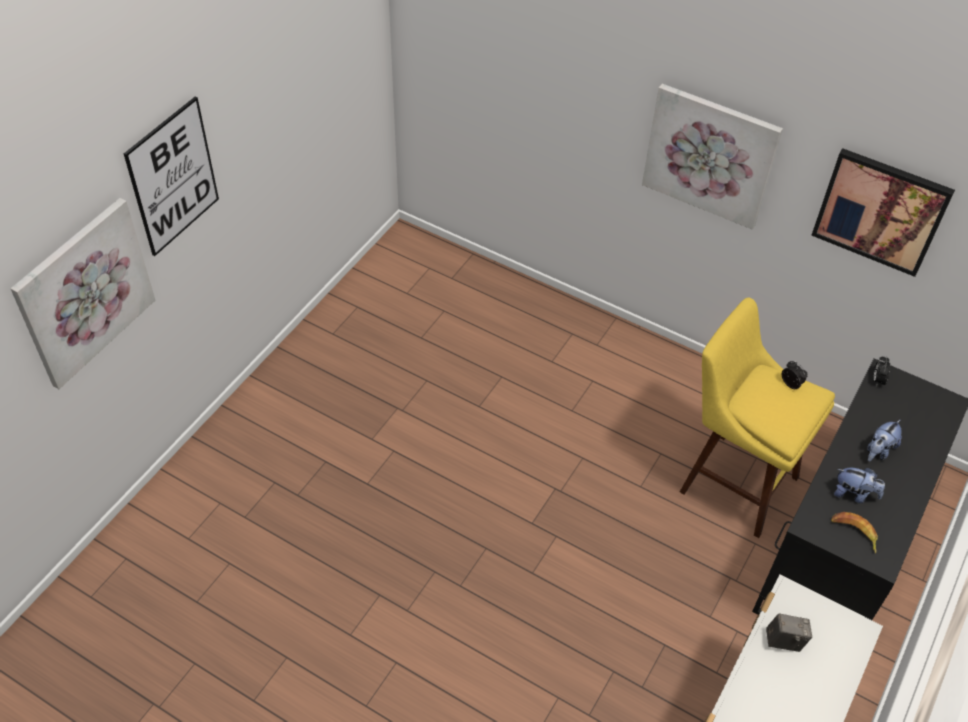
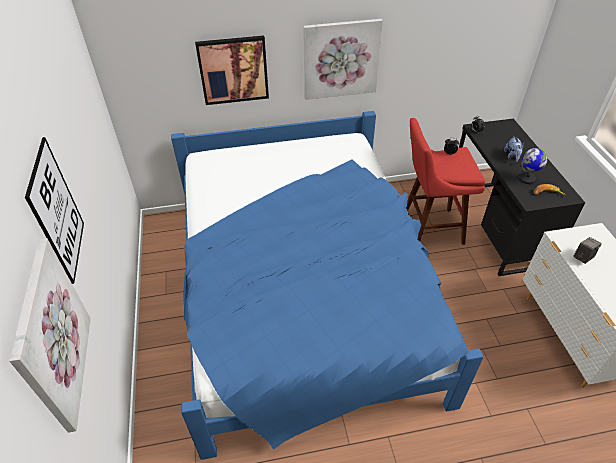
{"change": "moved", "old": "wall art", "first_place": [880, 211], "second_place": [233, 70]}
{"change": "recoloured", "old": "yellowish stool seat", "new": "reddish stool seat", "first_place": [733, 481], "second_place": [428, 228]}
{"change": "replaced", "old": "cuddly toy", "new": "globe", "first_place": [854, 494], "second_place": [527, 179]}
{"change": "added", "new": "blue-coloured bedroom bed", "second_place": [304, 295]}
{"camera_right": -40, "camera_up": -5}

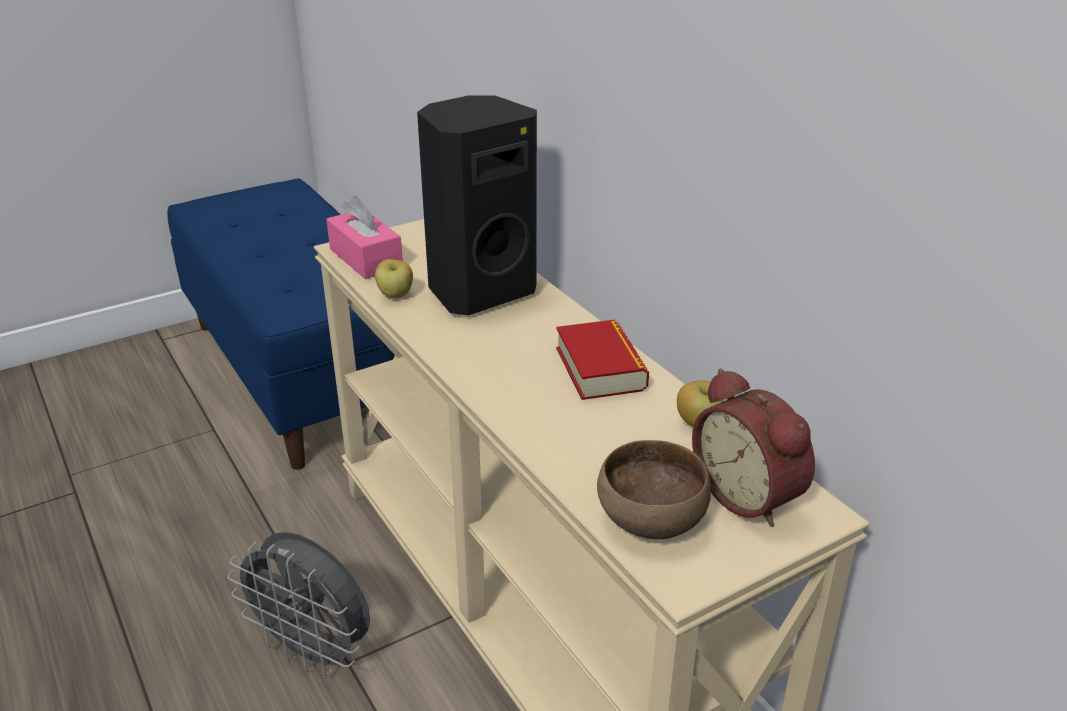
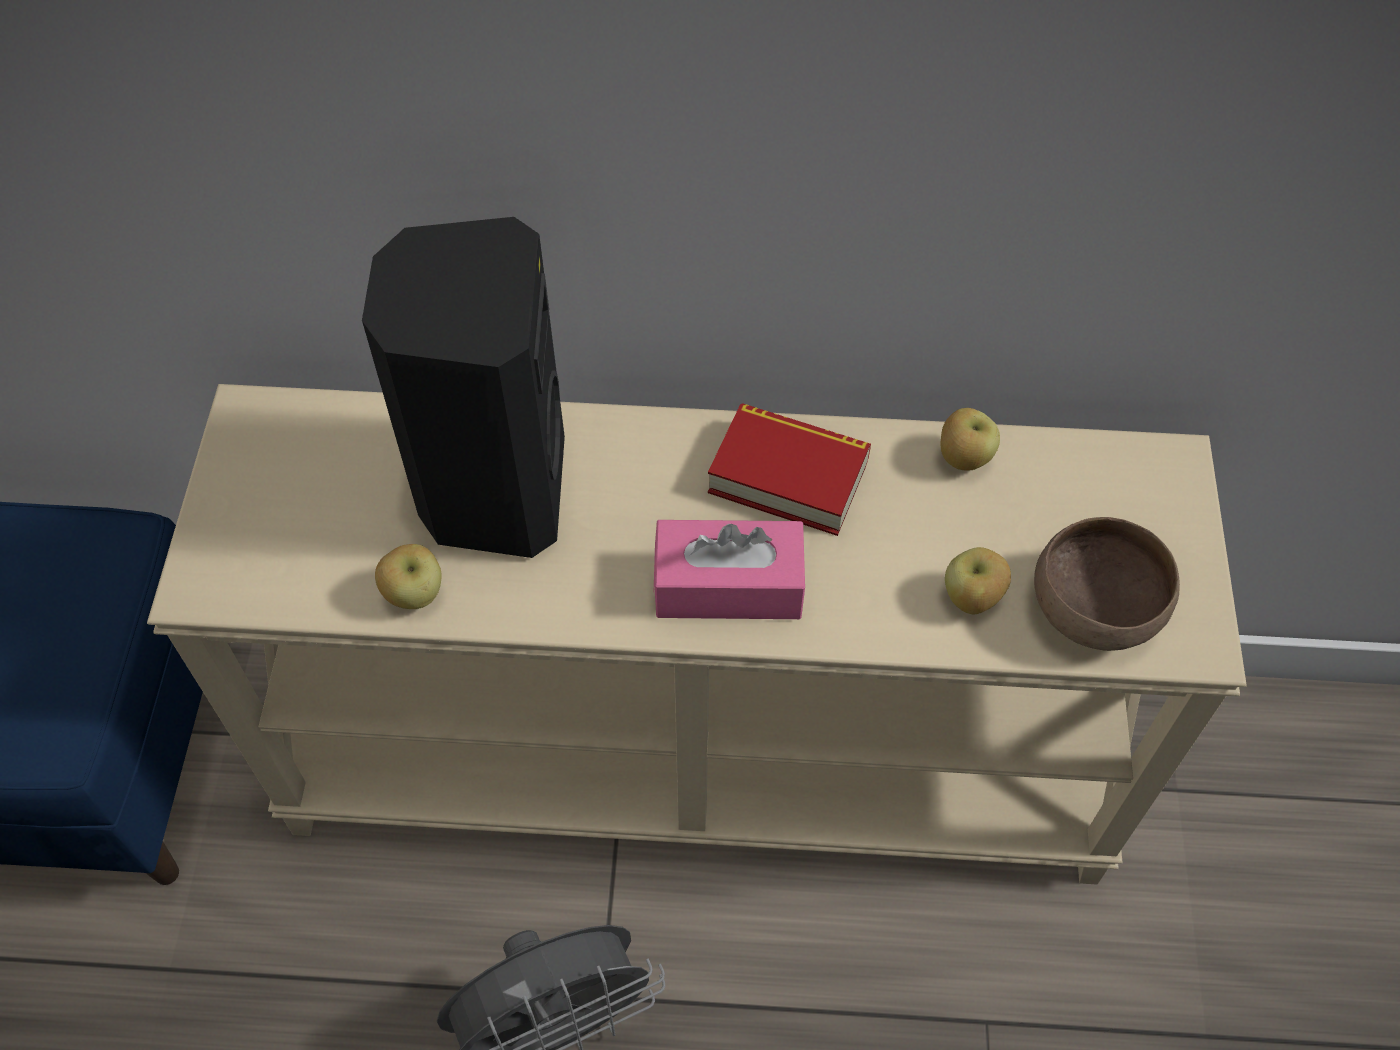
{"change": "moved", "old": "pink box of tissues", "first_place": [366, 258], "second_place": [728, 585]}
{"change": "removed", "old": "alarm clock", "first_place": [750, 495]}
{"change": "added", "new": "apple", "second_place": [971, 599]}
{"camera_right": -55, "camera_up": 25}

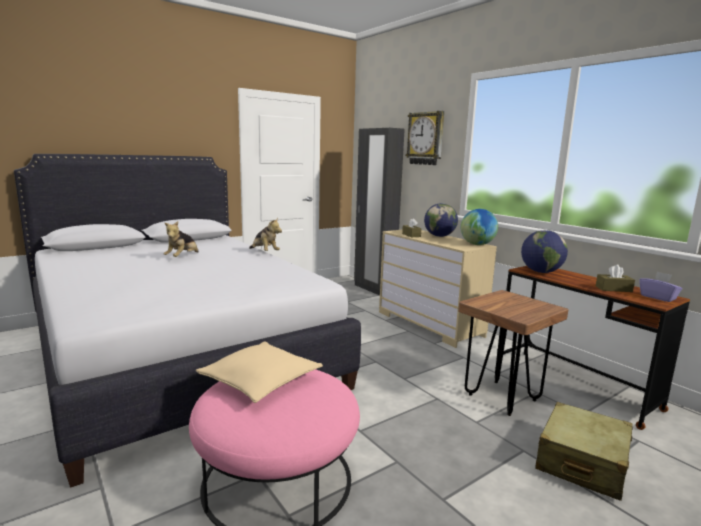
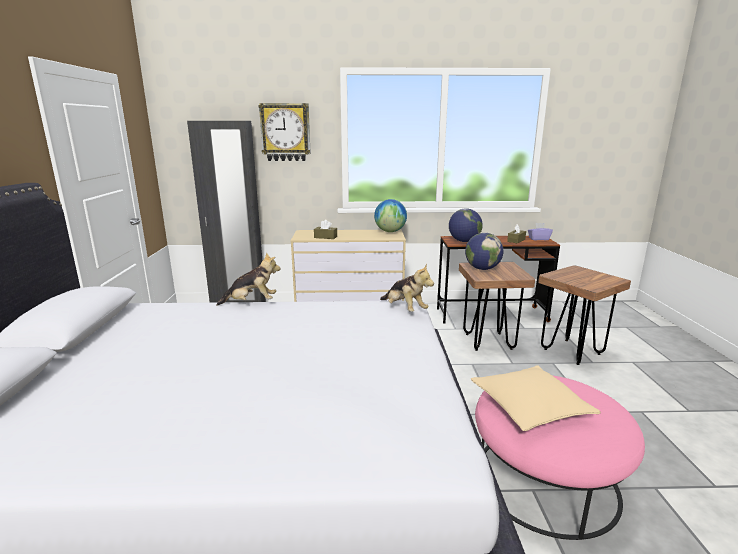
{"change": "moved", "old": "globe", "first_place": [439, 236], "second_place": [482, 269]}
{"change": "moved", "old": "cuddly toy", "first_place": [182, 257], "second_place": [404, 309]}
{"change": "replaced", "old": "beige travel case", "new": "brownish stool seat", "first_place": [582, 462], "second_place": [572, 352]}
{"camera_right": -55, "camera_up": 5}

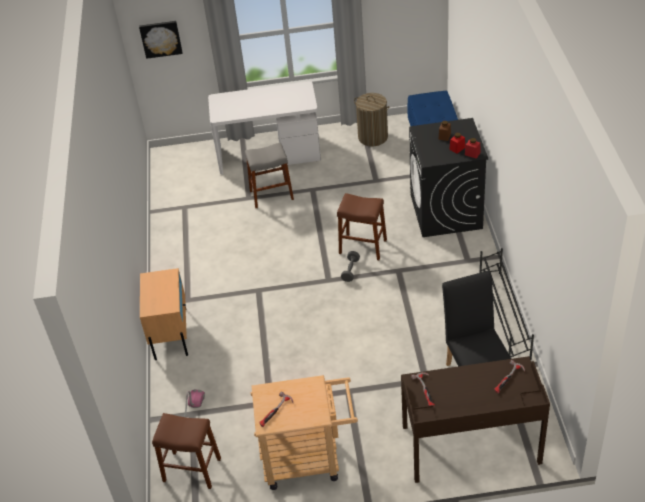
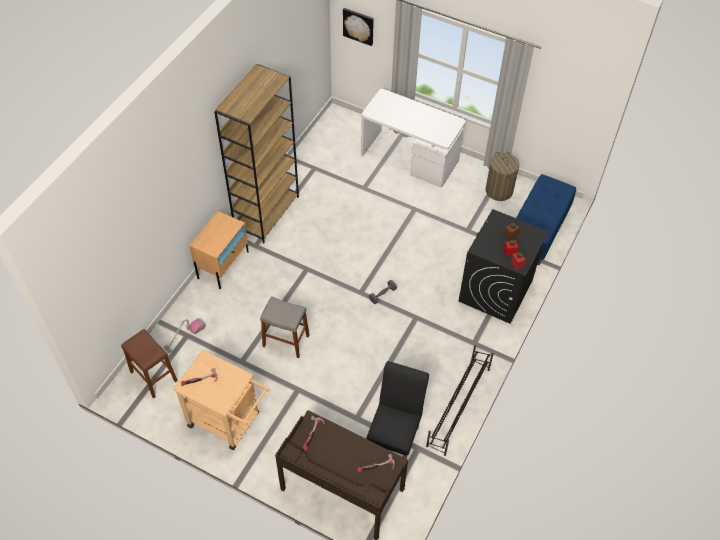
{"change": "moved", "old": "greyish stool seat", "first_place": [271, 195], "second_place": [286, 341]}
{"change": "removed", "old": "brownish stool seat", "first_place": [363, 247]}
{"change": "added", "new": "brownish bookcase", "second_place": [266, 212]}
{"camera_right": 30, "camera_up": 10}

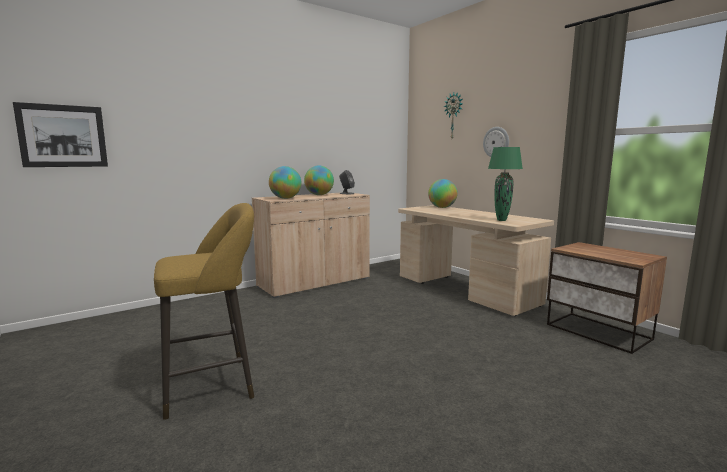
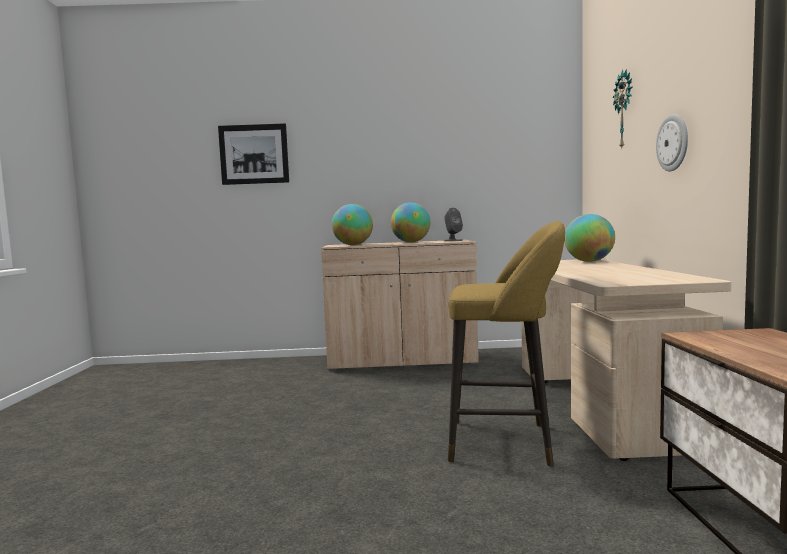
{"change": "moved", "old": "wall art", "first_place": [63, 136], "second_place": [254, 154]}
{"change": "removed", "old": "green table lamp", "first_place": [502, 220]}
{"change": "moved", "old": "yellowish stool seat", "first_place": [214, 385], "second_place": [506, 442]}
{"camera_right": 35, "camera_up": -5}

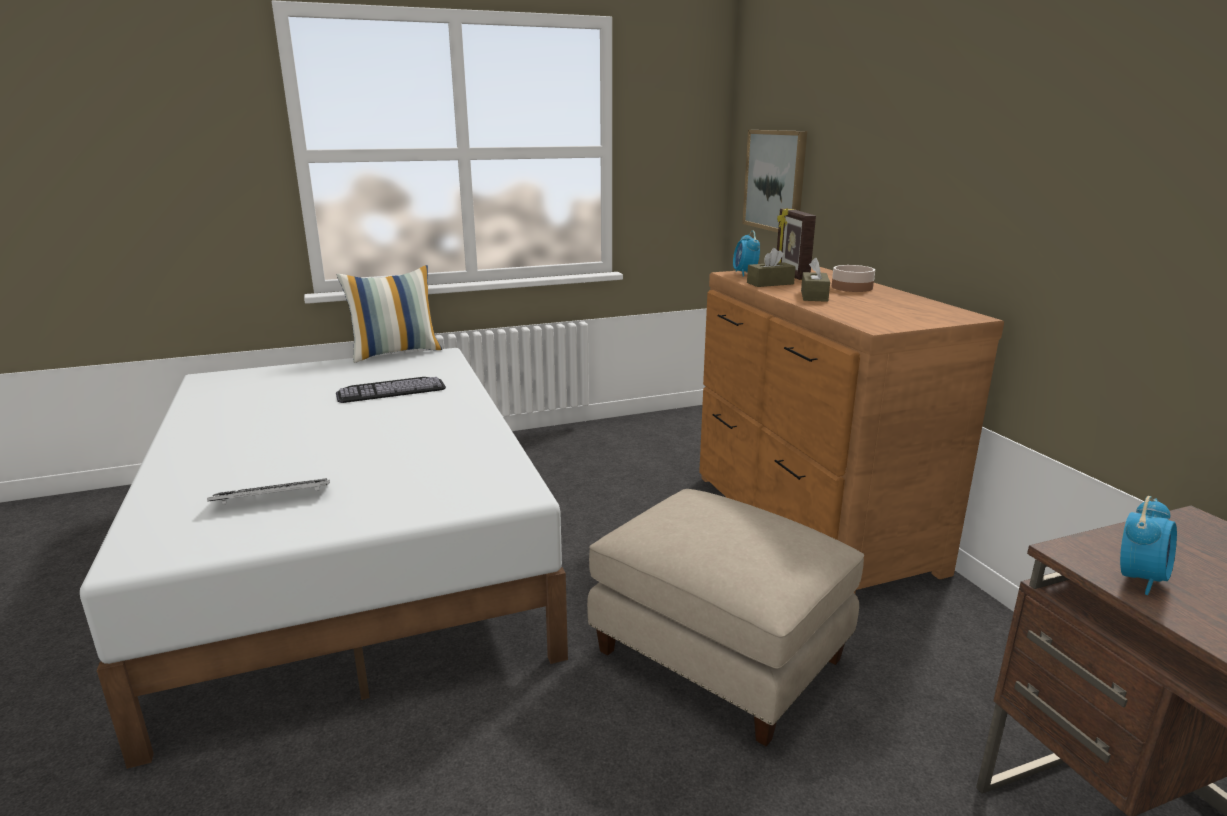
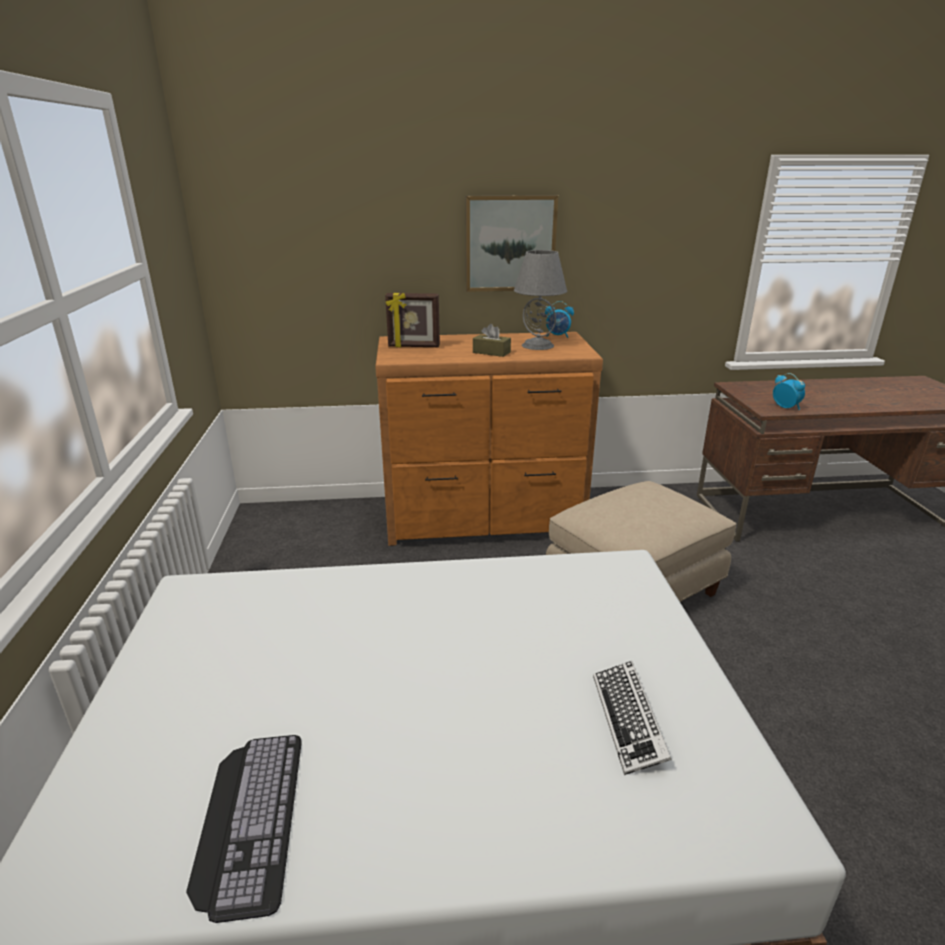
{"change": "moved", "old": "wall art", "first_place": [775, 180], "second_place": [510, 244]}
{"change": "moved", "old": "alarm clock", "first_place": [745, 274], "second_place": [557, 336]}
{"change": "removed", "old": "brownish box of tissues", "first_place": [770, 283]}
{"change": "removed", "old": "cushion", "first_place": [395, 352]}
{"change": "removed", "old": "serving bowl", "first_place": [851, 287]}
{"change": "moved", "old": "PC keyboard", "first_place": [391, 389], "second_place": [247, 817]}
{"change": "added", "new": "greyish table lamp", "second_place": [537, 345]}
{"camera_right": -75, "camera_up": 5}

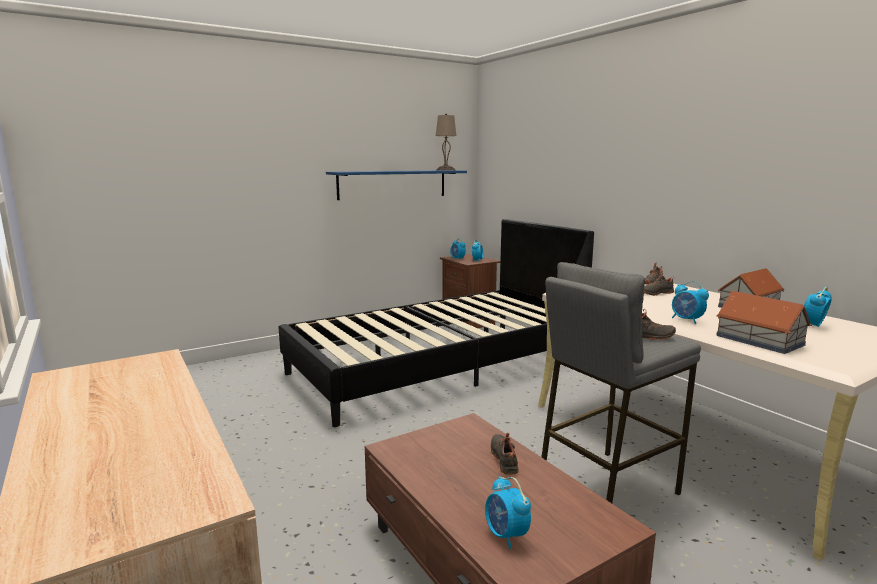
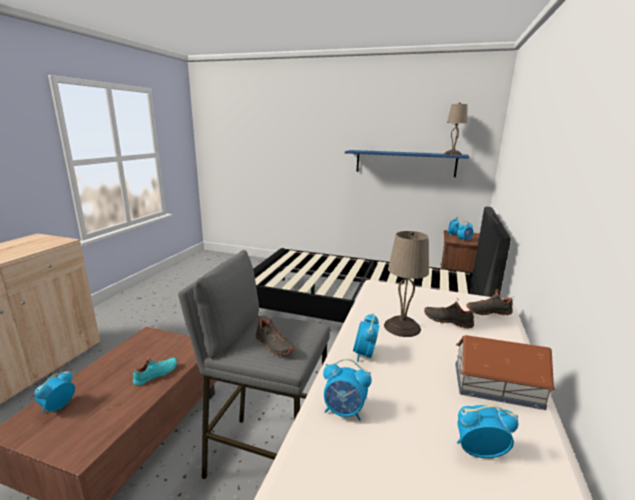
{"change": "replaced", "old": "toy house", "new": "alarm clock", "first_place": [759, 340], "second_place": [344, 411]}
{"change": "recoloured", "old": "blackish item of footwear", "new": "turquoise item of footwear", "first_place": [505, 459], "second_place": [156, 375]}
{"change": "added", "new": "beige table lamp", "second_place": [401, 327]}
{"camera_right": 50, "camera_up": 5}

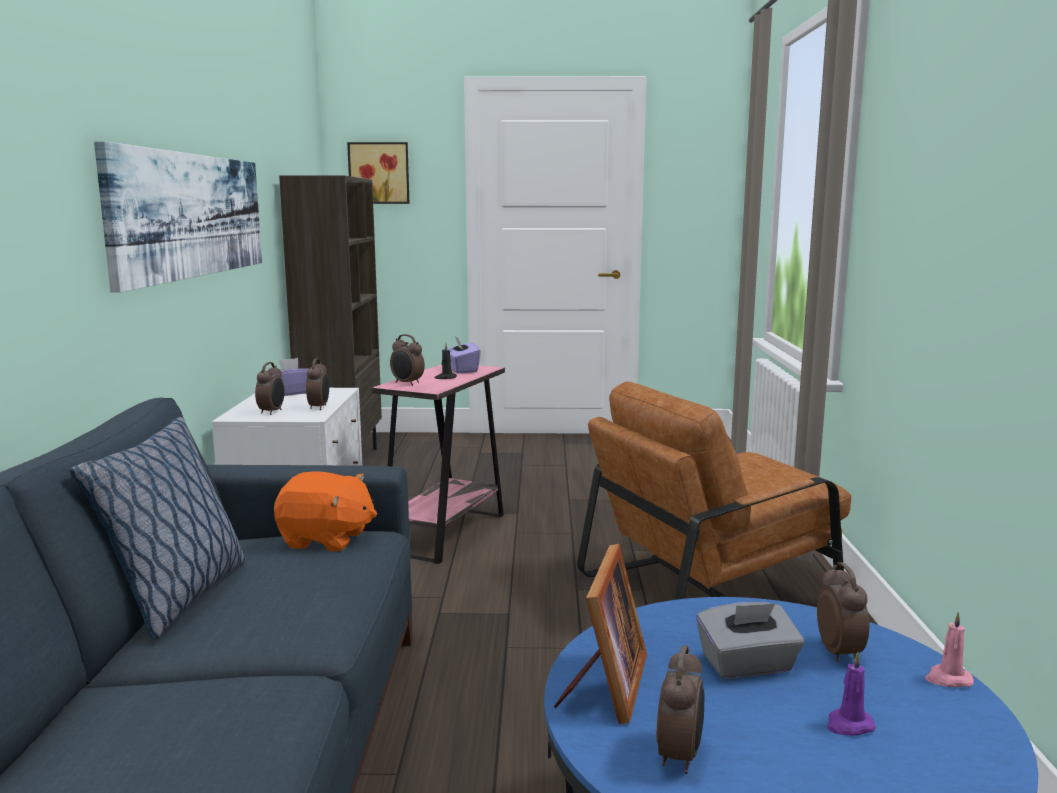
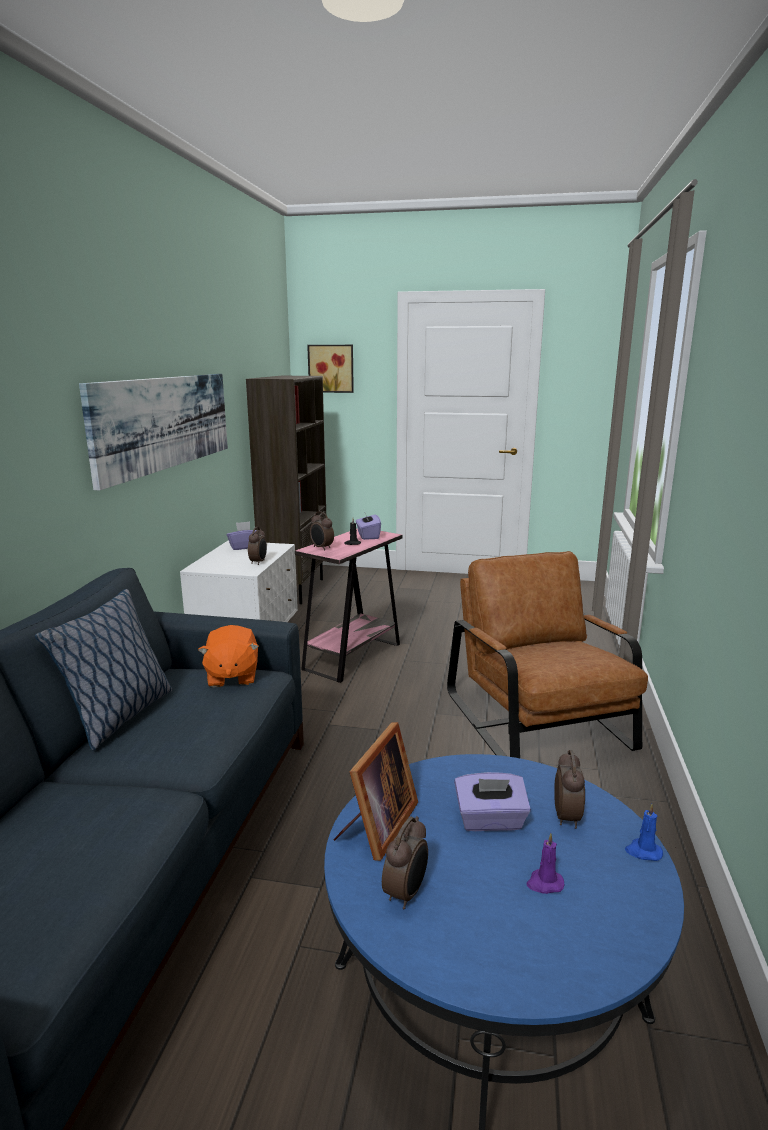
{"change": "removed", "old": "alarm clock", "first_place": [272, 412]}
{"change": "turned", "old": "brownish armchair", "first_place": [710, 587], "second_place": [539, 721], "degrees": 90}
{"change": "turned", "old": "orange-coloured cuddly toy", "first_place": [326, 540], "second_place": [231, 676], "degrees": 60}
{"change": "recoloured", "old": "greyish box of tissues", "new": "purple box of tissues", "first_place": [747, 666], "second_place": [490, 820]}
{"change": "recoloured", "old": "pink candle", "new": "blue-coloured candle", "first_place": [948, 679], "second_place": [643, 851]}
{"camera_right": 10, "camera_up": 5}

